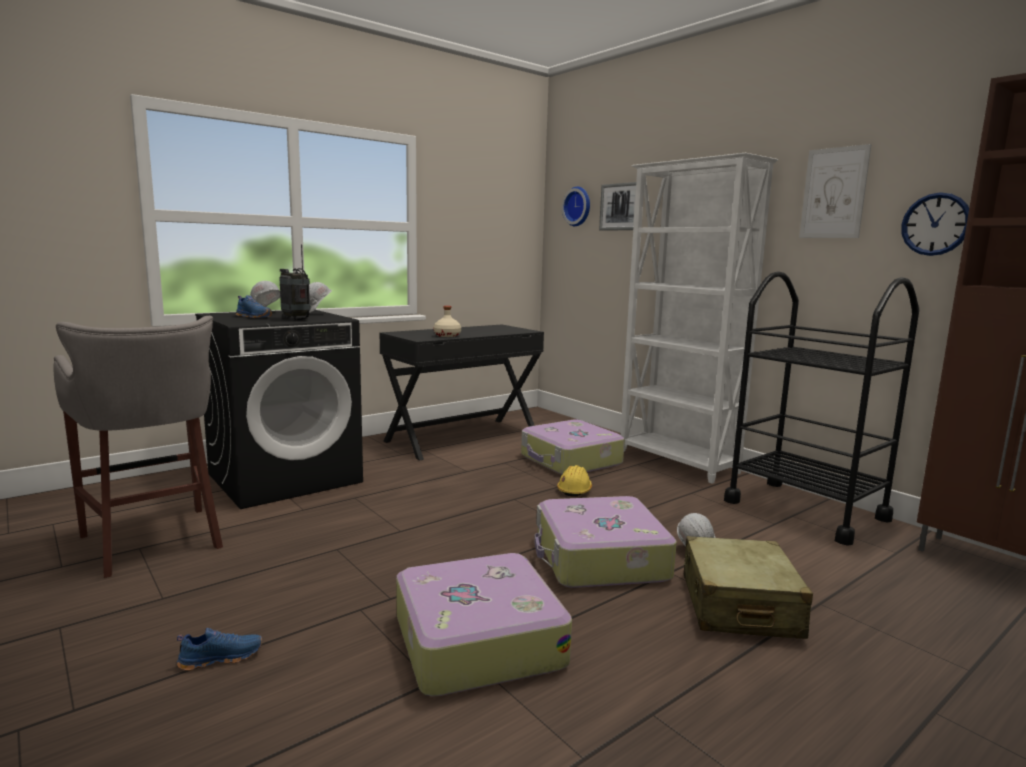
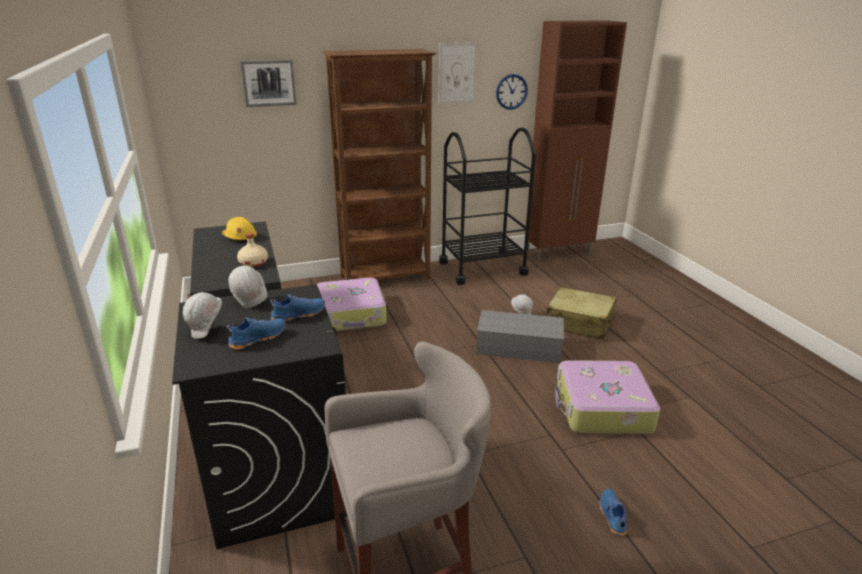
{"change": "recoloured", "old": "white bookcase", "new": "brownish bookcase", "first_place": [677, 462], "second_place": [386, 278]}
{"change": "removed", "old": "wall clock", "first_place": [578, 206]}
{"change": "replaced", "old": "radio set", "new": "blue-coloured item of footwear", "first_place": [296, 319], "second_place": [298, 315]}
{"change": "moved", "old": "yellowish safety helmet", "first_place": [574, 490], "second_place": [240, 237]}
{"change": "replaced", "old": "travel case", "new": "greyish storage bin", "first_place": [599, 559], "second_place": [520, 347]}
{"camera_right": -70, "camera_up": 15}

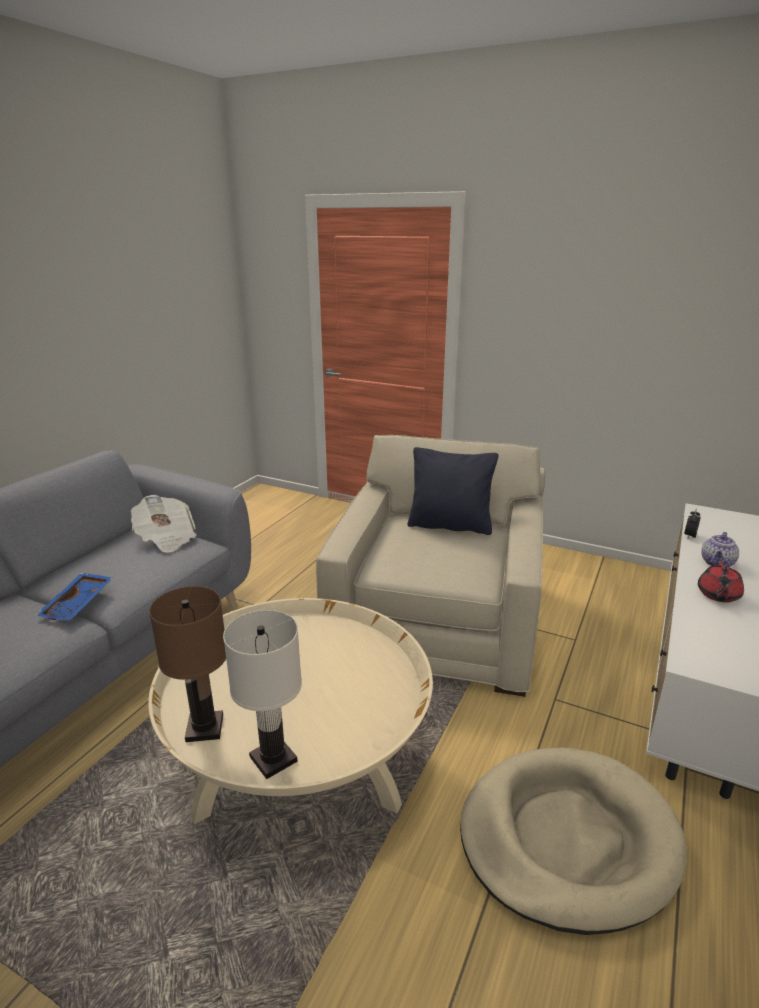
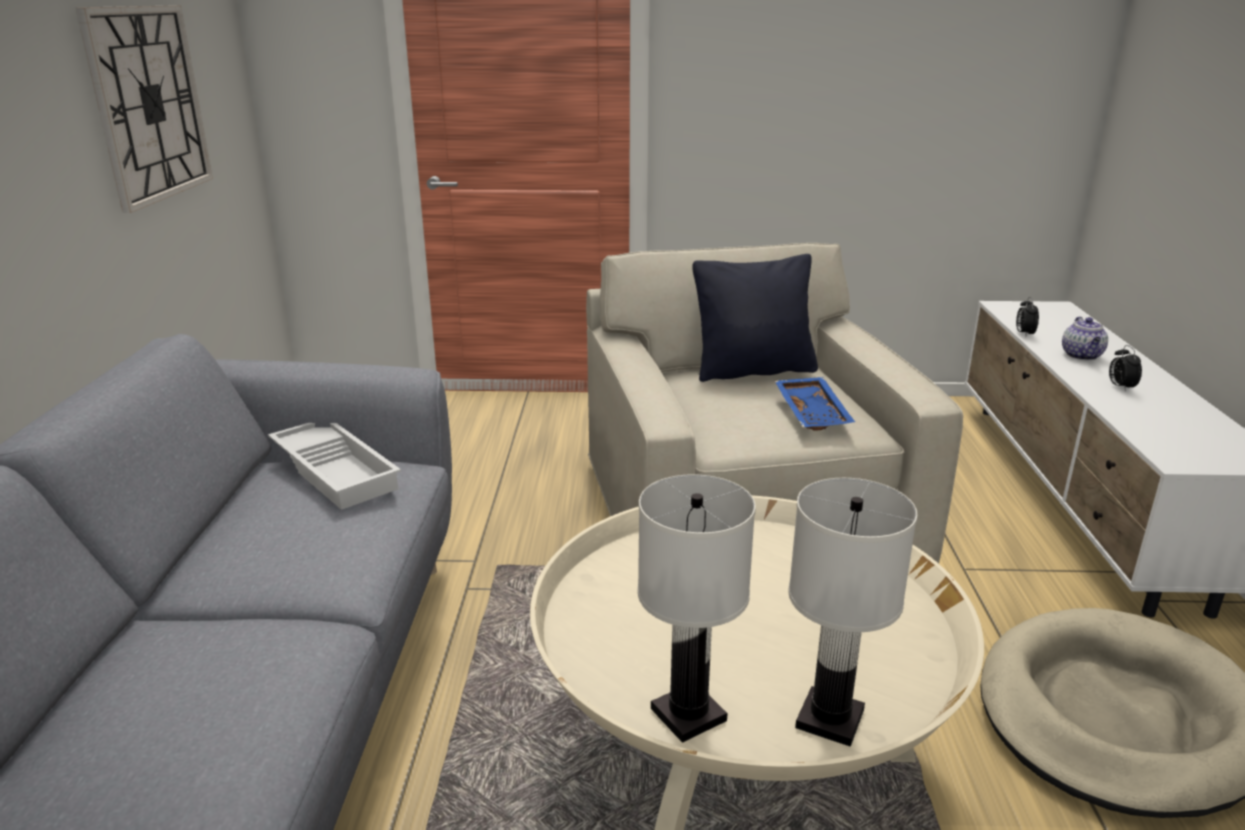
{"change": "replaced", "old": "printed paper", "new": "white tray", "first_place": [166, 538], "second_place": [337, 470]}
{"change": "replaced", "old": "reddish teapot", "new": "alarm clock", "first_place": [718, 595], "second_place": [1120, 387]}
{"change": "moved", "old": "blue-coloured tray", "first_place": [79, 604], "second_place": [814, 413]}
{"change": "recoloured", "old": "brownish table lamp", "new": "white table lamp", "first_place": [204, 728], "second_place": [688, 715]}
{"change": "added", "new": "wall clock", "second_place": [149, 104]}
{"camera_right": -25, "camera_up": 0}

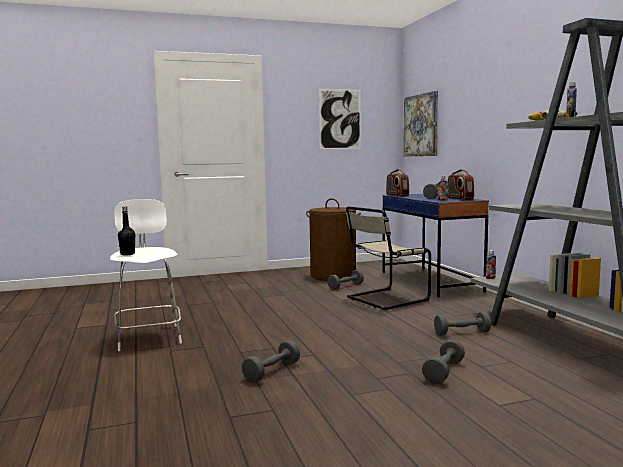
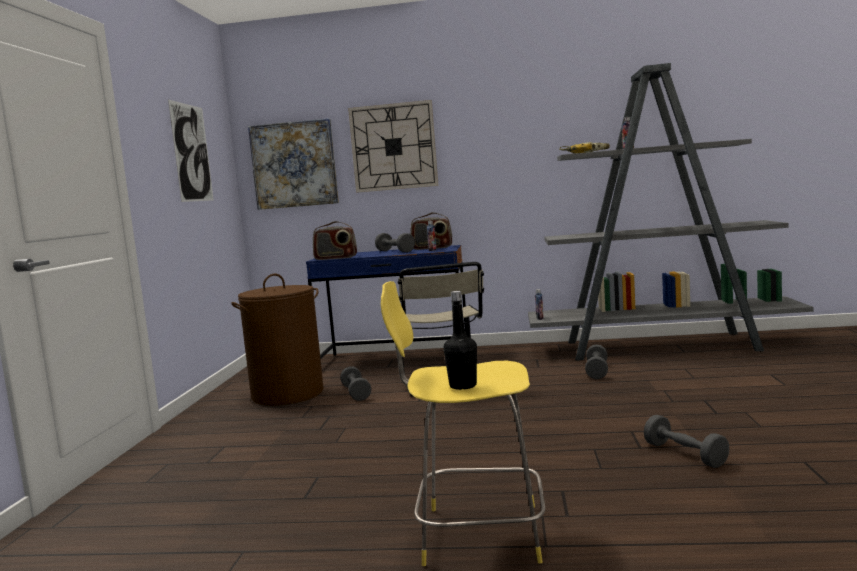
{"change": "recoloured", "old": "white stool seat", "new": "yellowish stool seat", "first_place": [149, 337], "second_place": [476, 534]}
{"change": "removed", "old": "greyish hand weight", "first_place": [444, 372]}
{"change": "added", "new": "wall clock", "second_place": [393, 147]}
{"camera_right": -65, "camera_up": 0}

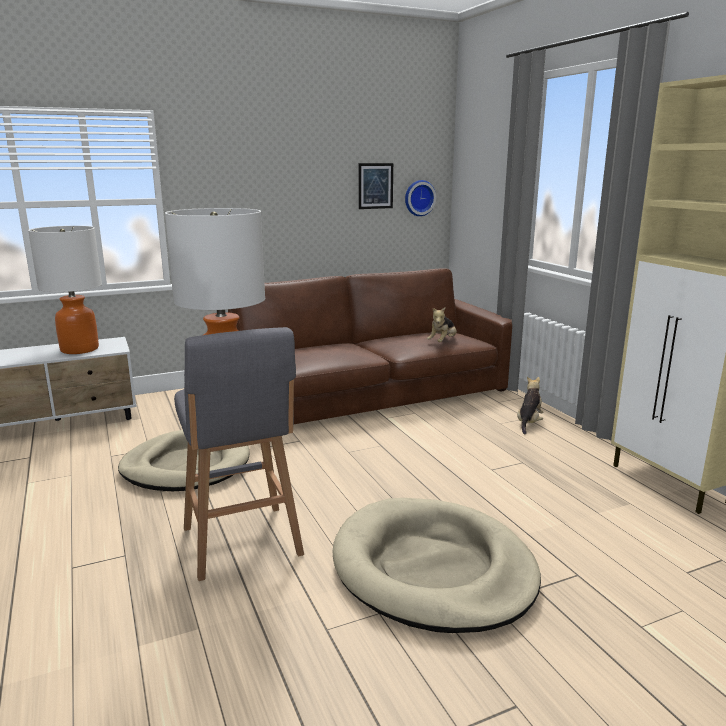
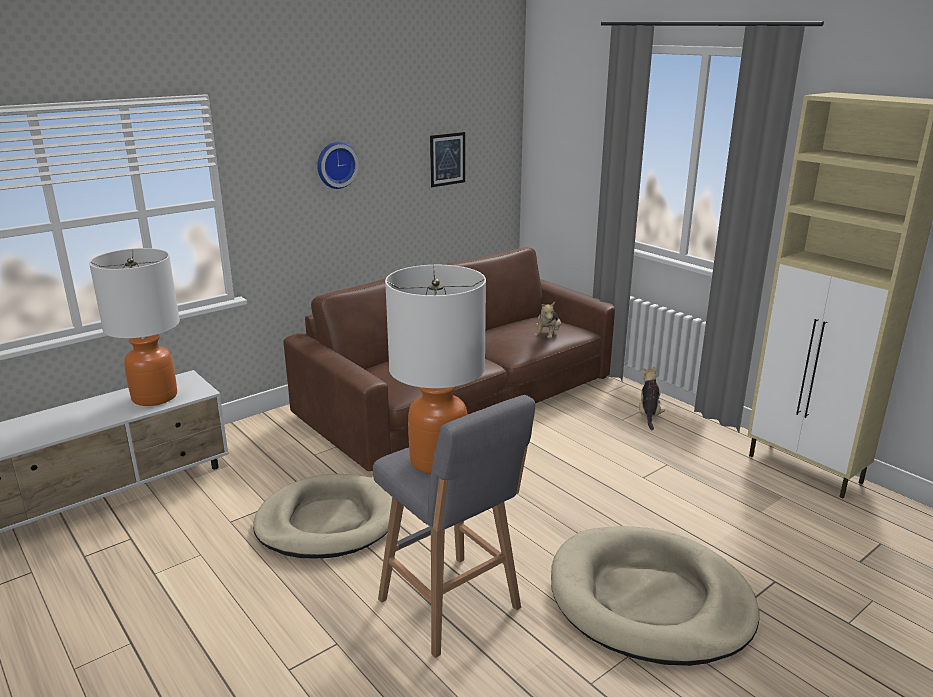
{"change": "moved", "old": "wall clock", "first_place": [419, 198], "second_place": [335, 164]}
{"camera_right": -15, "camera_up": 5}

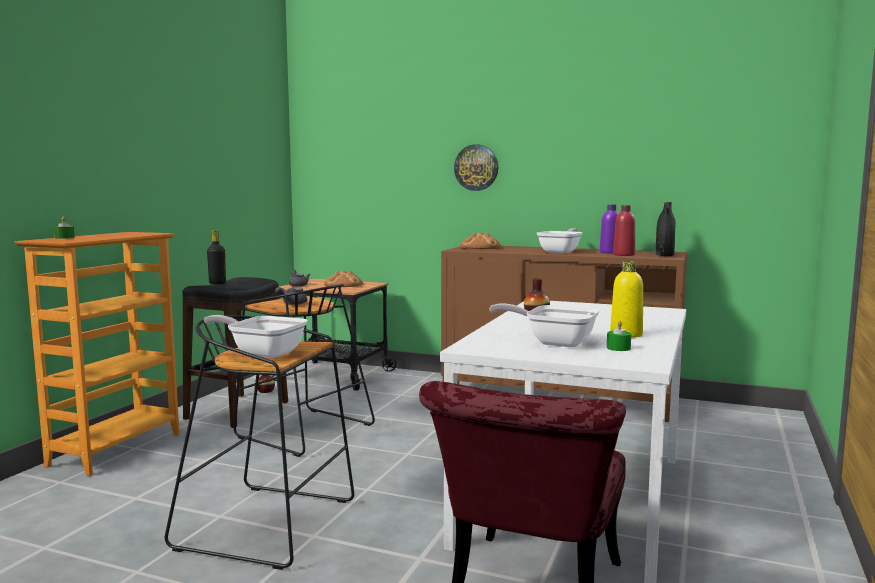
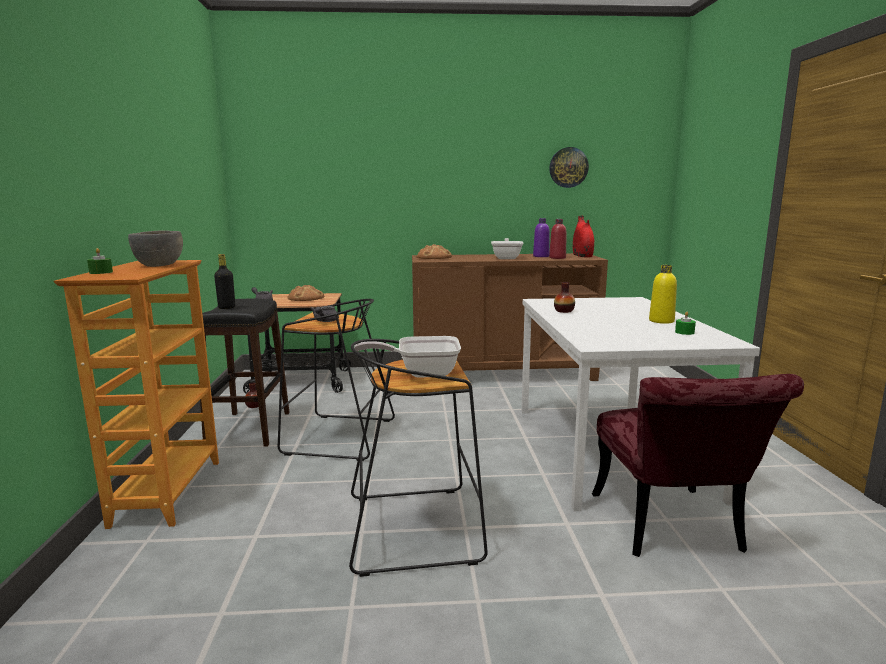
{"change": "moved", "old": "wall clock", "first_place": [476, 167], "second_place": [568, 167]}
{"change": "recoloured", "old": "blackish vase", "new": "reddish vase", "first_place": [665, 254], "second_place": [582, 256]}
{"change": "removed", "old": "pan", "first_place": [554, 342]}
{"change": "added", "new": "greyish serving bowl", "second_place": [160, 265]}
{"camera_right": -25, "camera_up": 5}

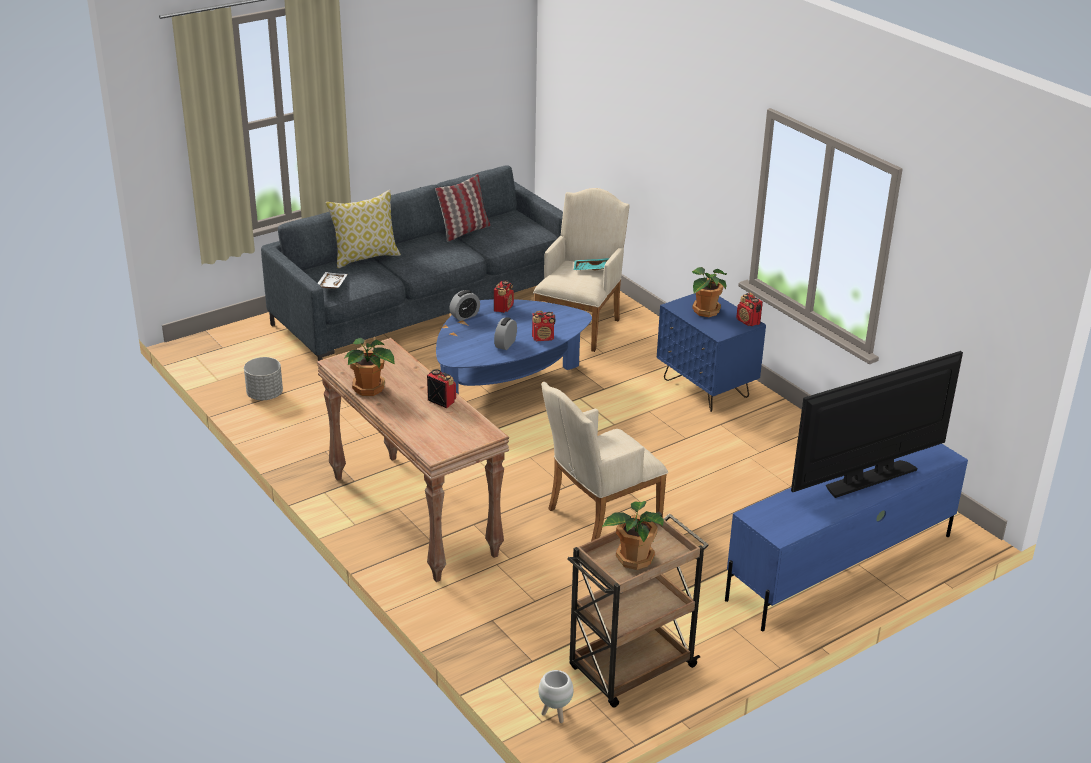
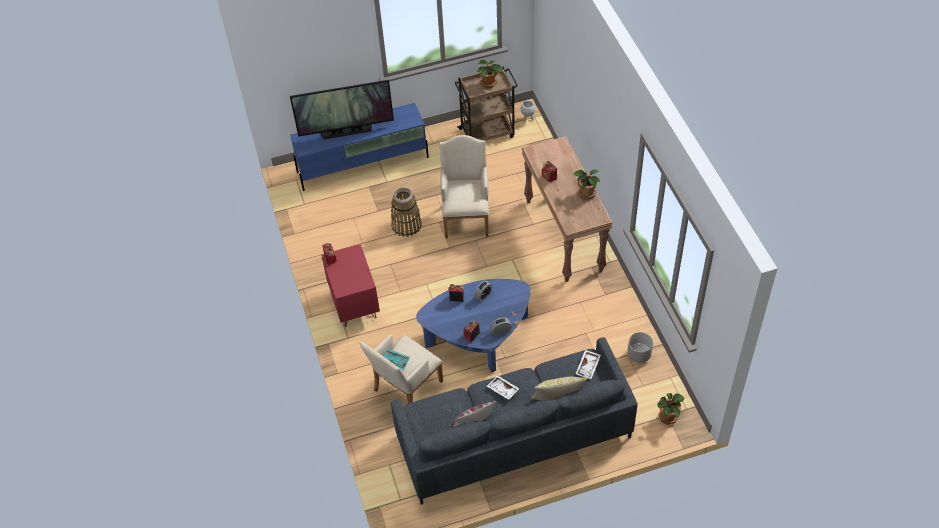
{"change": "moved", "old": "houseplant", "first_place": [705, 311], "second_place": [668, 417]}
{"change": "recoloured", "old": "blue-coloured nightstand", "new": "reddish nightstand", "first_place": [706, 389], "second_place": [354, 304]}
{"change": "turned", "old": "beige armchair", "first_place": [598, 517], "second_place": [466, 216], "degrees": -75}
{"change": "added", "new": "storage basket", "second_place": [406, 225]}
{"change": "added", "new": "white tray", "second_place": [502, 390]}
{"camera_right": -160, "camera_up": 20}

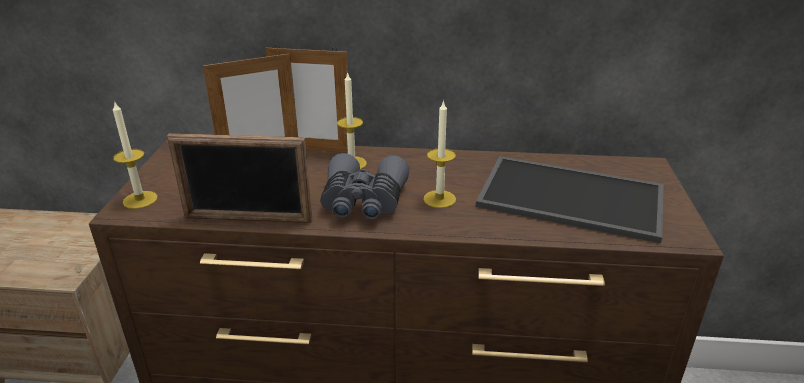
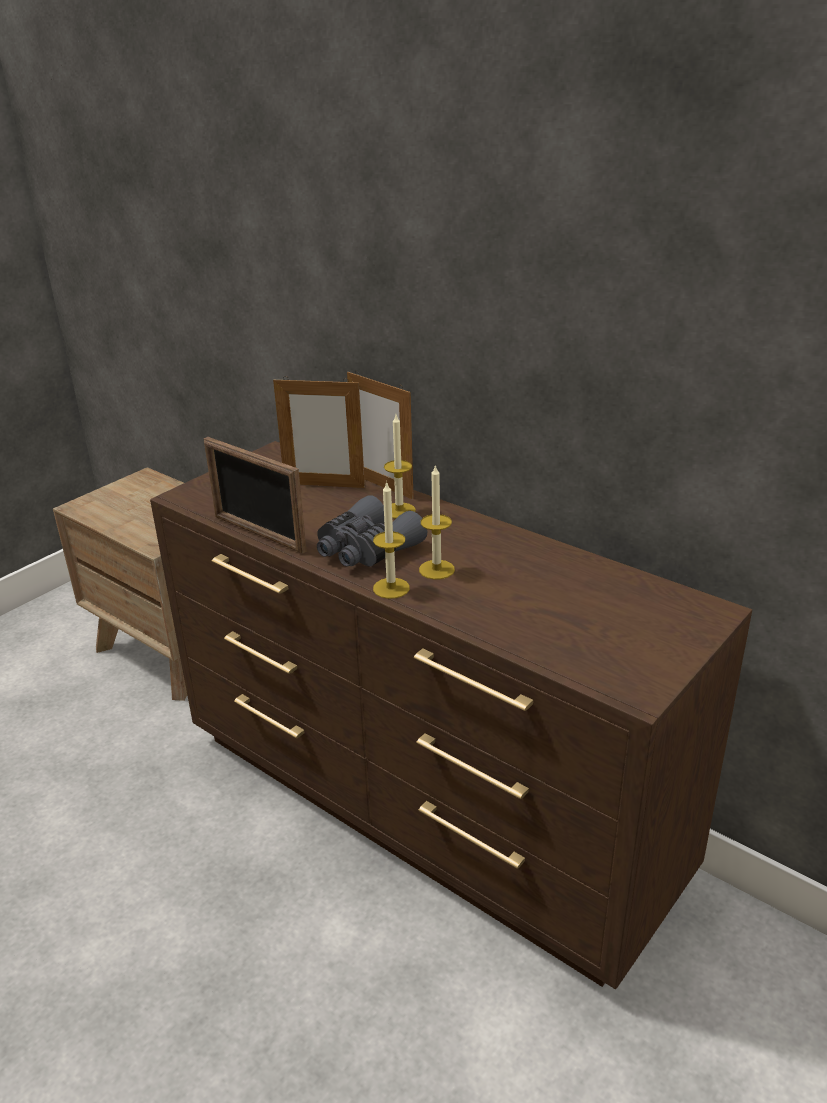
{"change": "moved", "old": "candle", "first_place": [140, 200], "second_place": [391, 588]}
{"change": "removed", "old": "tray", "first_place": [568, 198]}
{"camera_right": 35, "camera_up": 0}

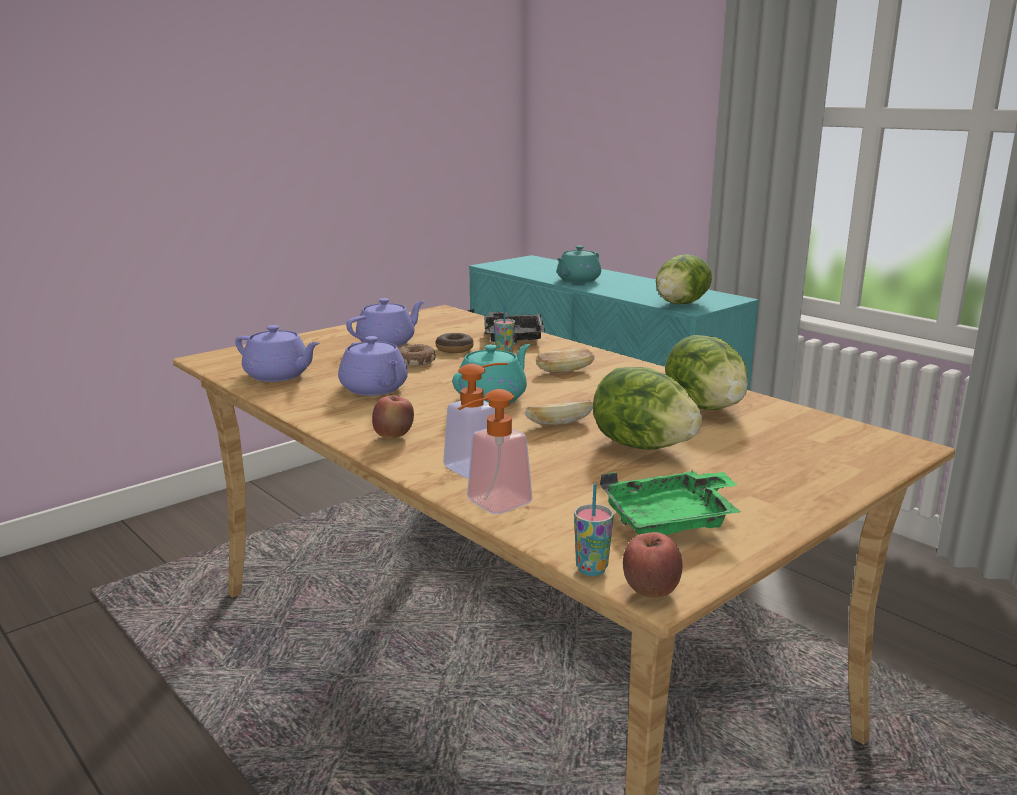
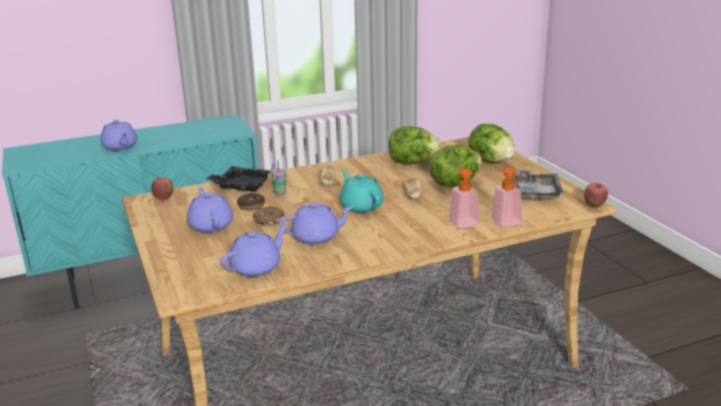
{"change": "recoloured", "old": "turquoise teapot", "new": "purple teapot", "first_place": [577, 280], "second_place": [120, 147]}
{"change": "moved", "old": "lettuce", "first_place": [680, 304], "second_place": [491, 161]}
{"change": "moved", "old": "apple", "first_place": [393, 437], "second_place": [164, 199]}
{"change": "recoloured", "old": "green tray", "new": "greyish tray", "first_place": [671, 520], "second_place": [536, 192]}
{"change": "removed", "old": "drinking cup", "first_place": [591, 569]}
{"camera_right": -70, "camera_up": 5}

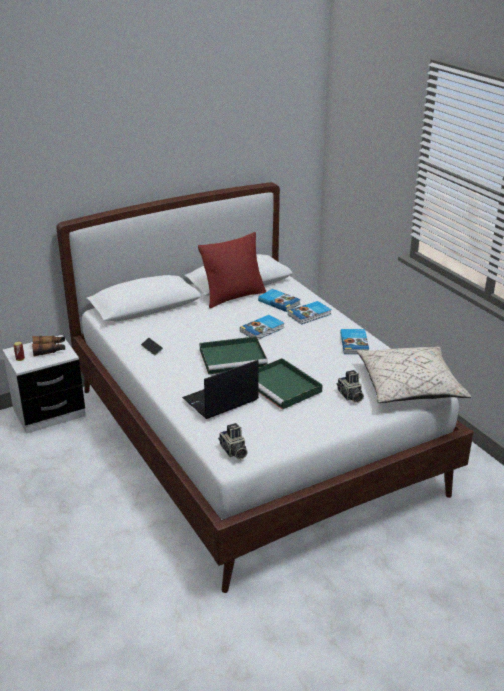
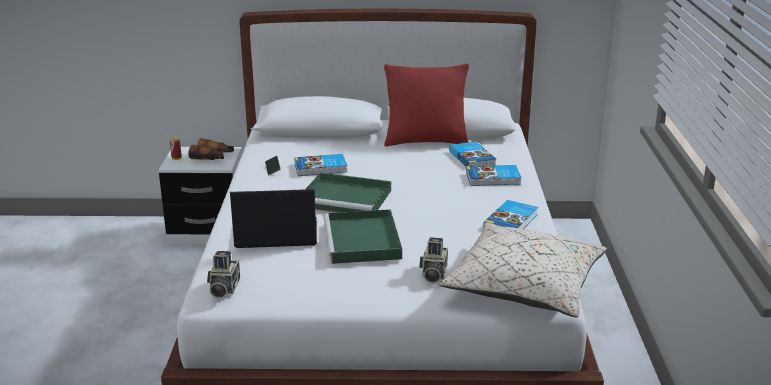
{"change": "moved", "old": "book", "first_place": [263, 330], "second_place": [321, 168]}
{"camera_right": 30, "camera_up": -5}

